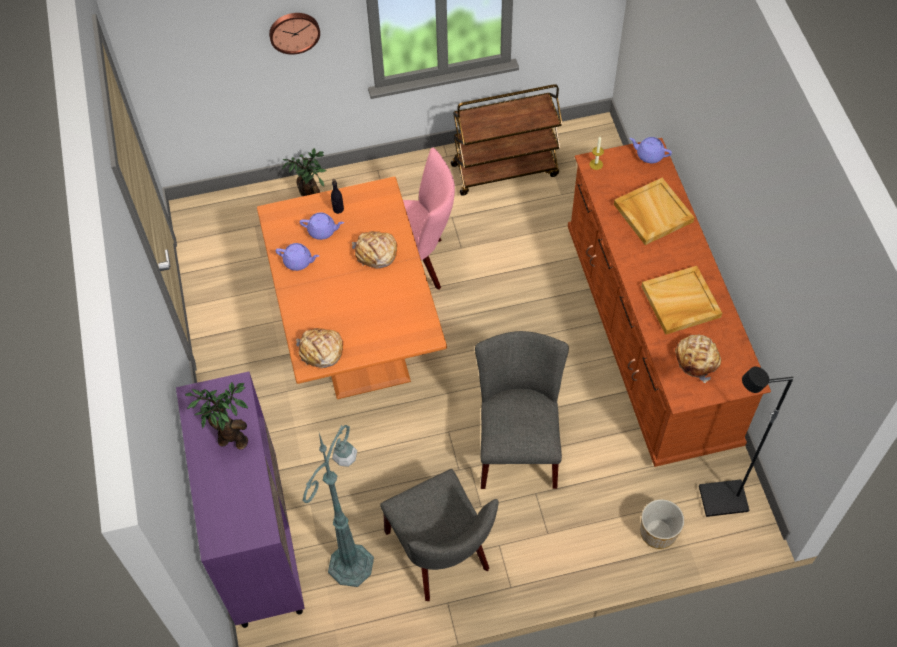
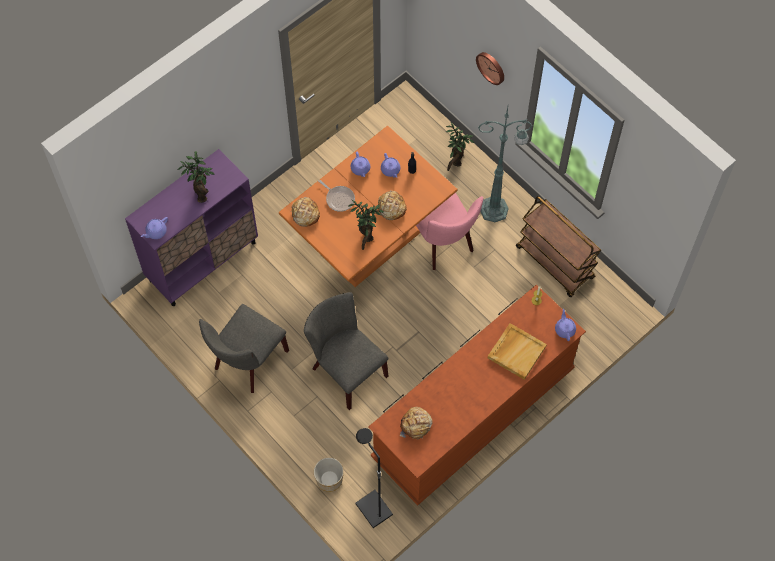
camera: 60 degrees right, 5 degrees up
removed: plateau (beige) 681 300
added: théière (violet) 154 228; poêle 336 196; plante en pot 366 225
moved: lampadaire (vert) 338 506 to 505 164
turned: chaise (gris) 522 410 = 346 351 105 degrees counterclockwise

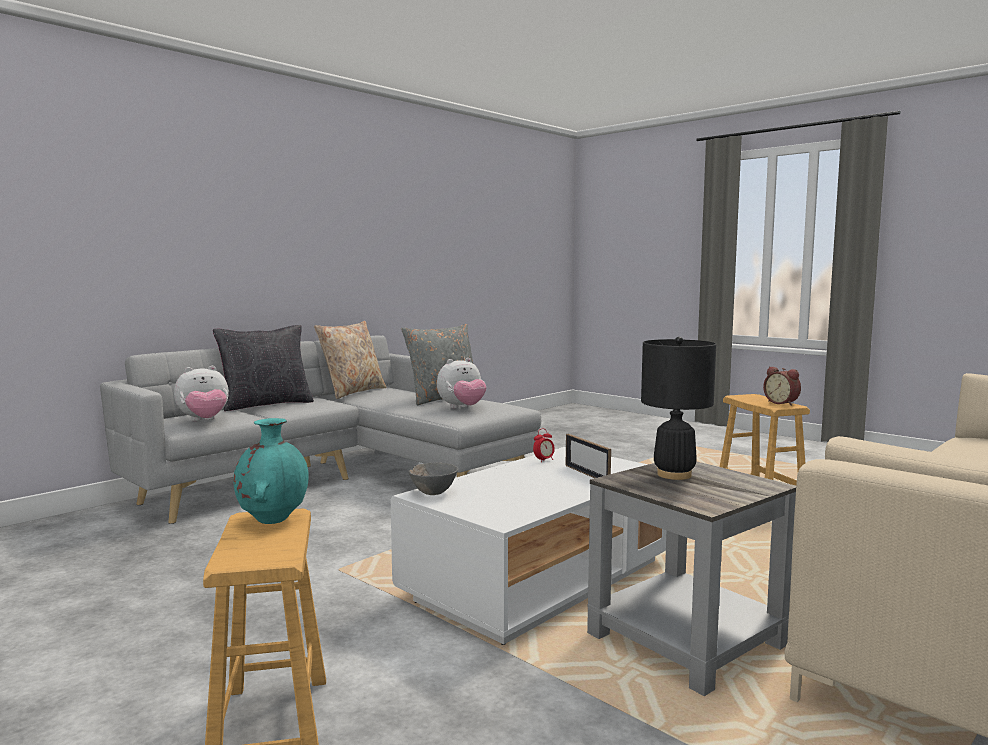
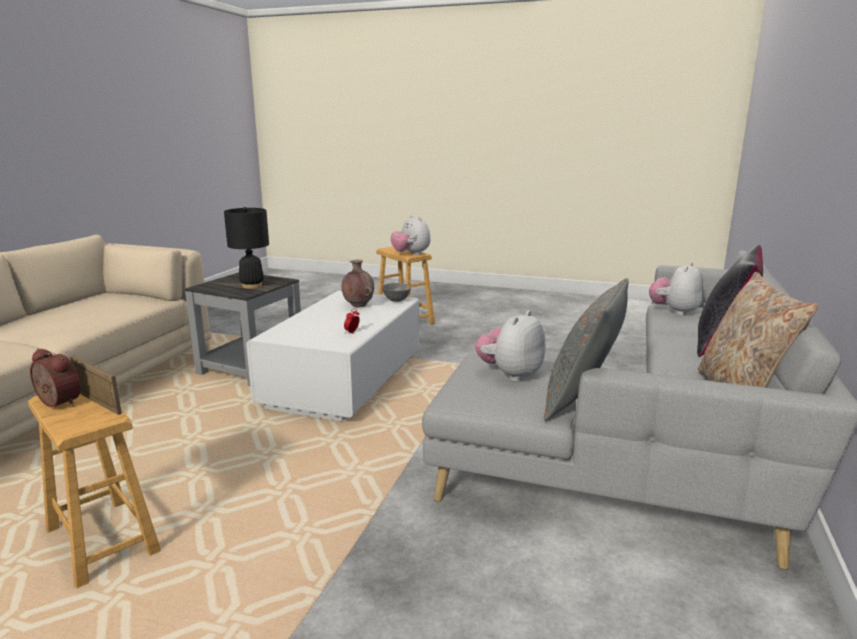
camera: 155 degrees right, 10 degrees up
added: vase (marron) 358 283
moved: cadre photo 588 456 to 96 385
replaced: vase (turquoise) 271 471 to peluche 411 235

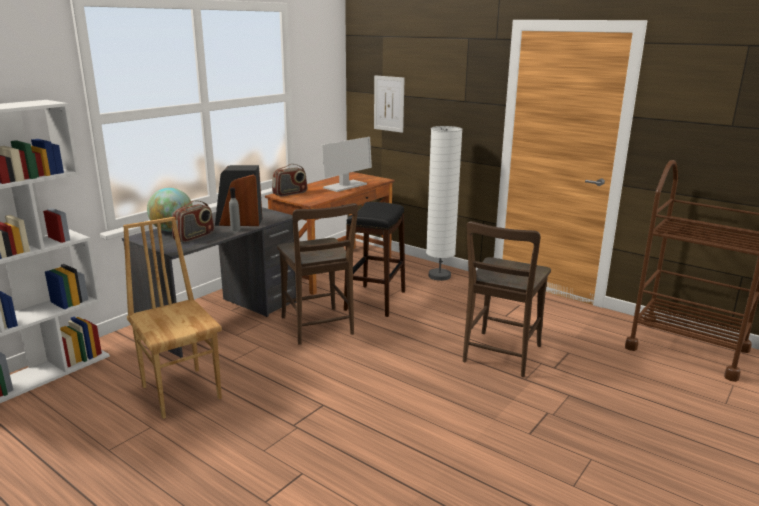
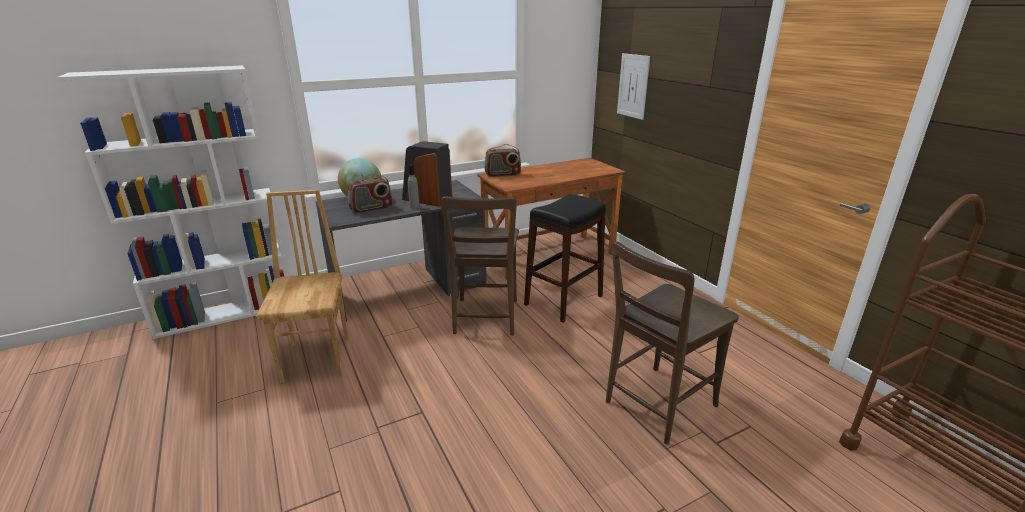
camera: 25 degrees right, 5 degrees up
removed: écran d'ordinateur 346 164; lampadaire (blanc) 444 203

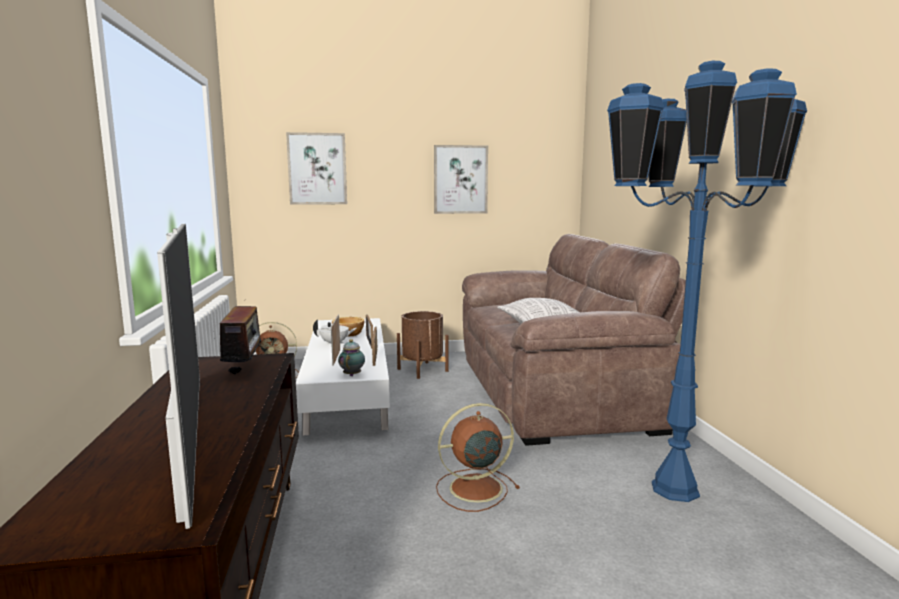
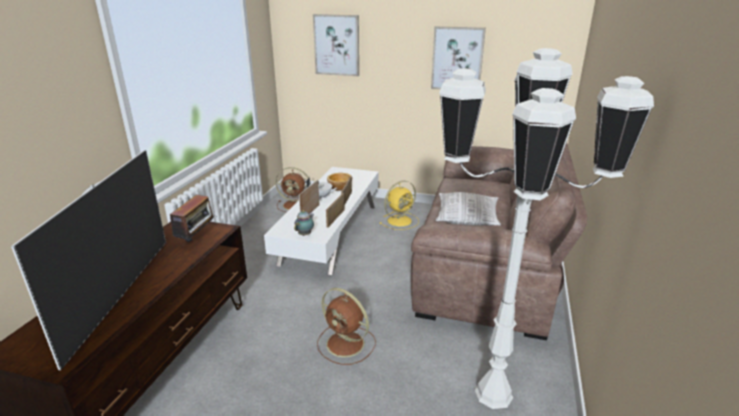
camera: 25 degrees right, 15 degrees up
replaced: cache-pot (marron) 423 345 to ventilateur (jaune) 399 205
recoloured: lampadaire (bleu) 707 281 to lampadaire (blanc) 546 228
turned: ventilateur (marron) 477 457 = 346 326 150 degrees counterclockwise

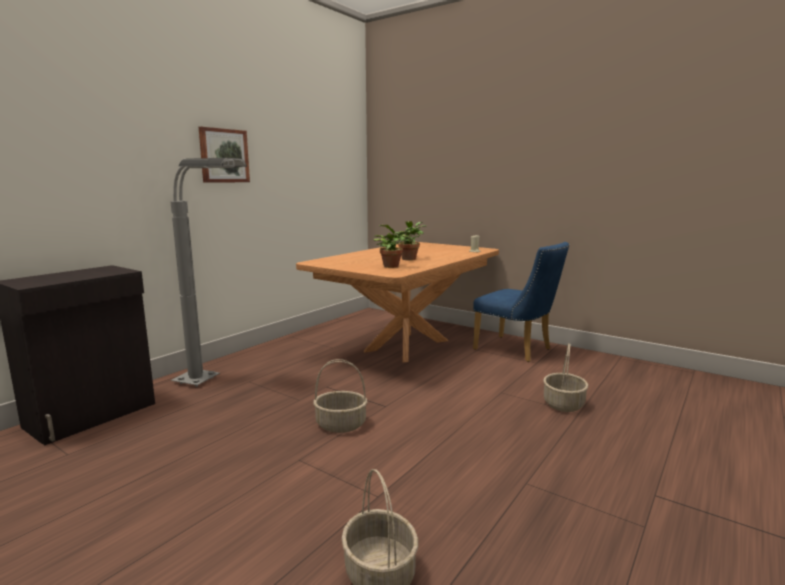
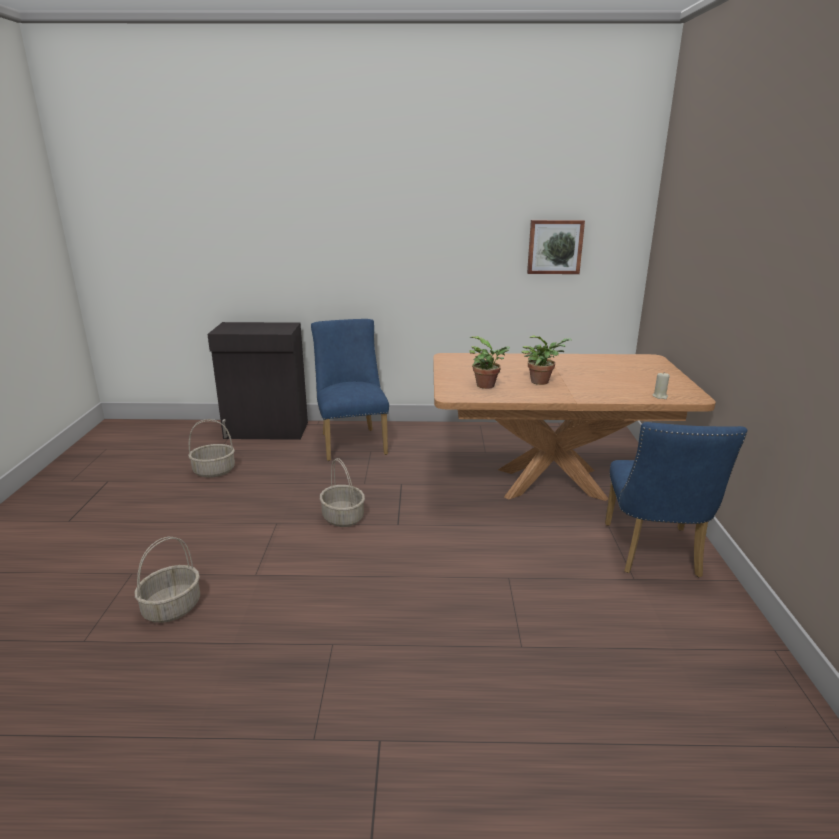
camera: 55 degrees right, 10 degrees up
moved: tableau 224 155 to 556 247; panier 565 377 to 211 448
replaced: lampadaire (gris) 209 272 to chaise (bleu) 350 390

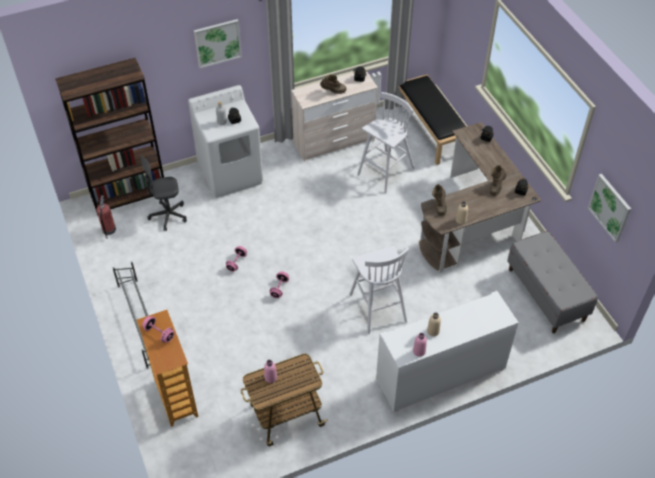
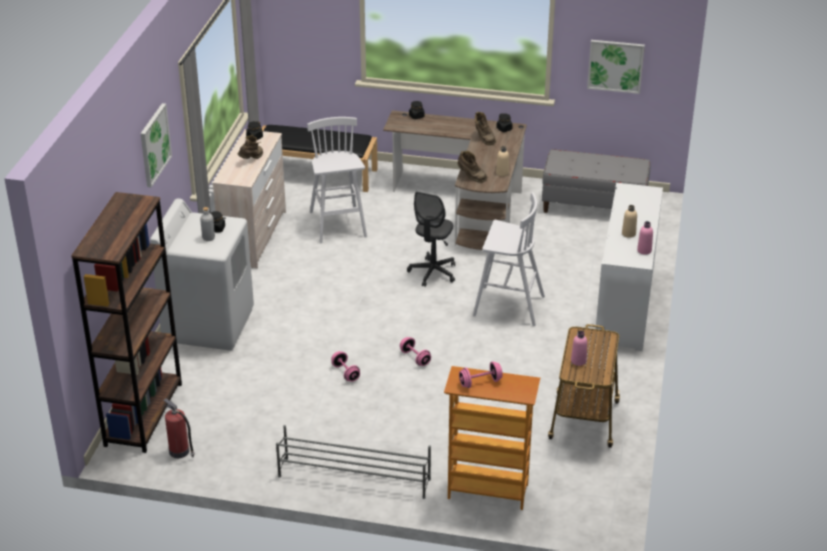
camera: 55 degrees left, 15 degrees down
moved: chaise de bureau (gris) 164 193 to 431 239

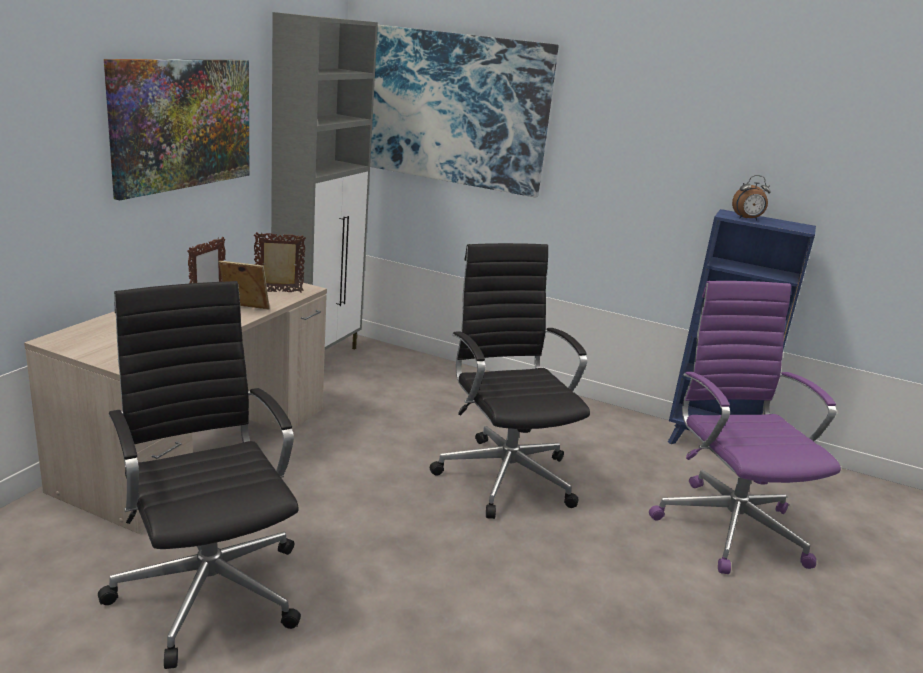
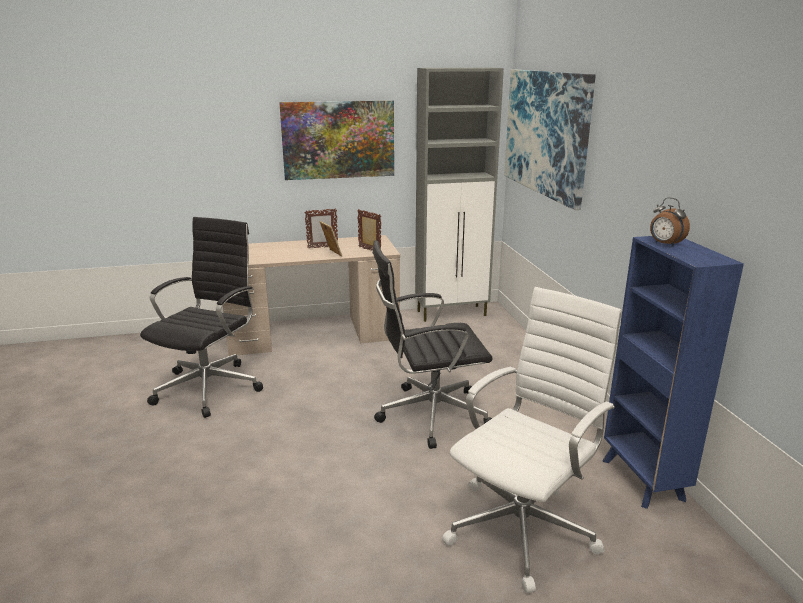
camera: 55 degrees right, 0 degrees up
recoloured: chaise de bureau (violet) 745 427 to chaise de bureau (blanc) 532 440
turned: chaise de bureau (noir) 510 381 = 433 344 135 degrees counterclockwise

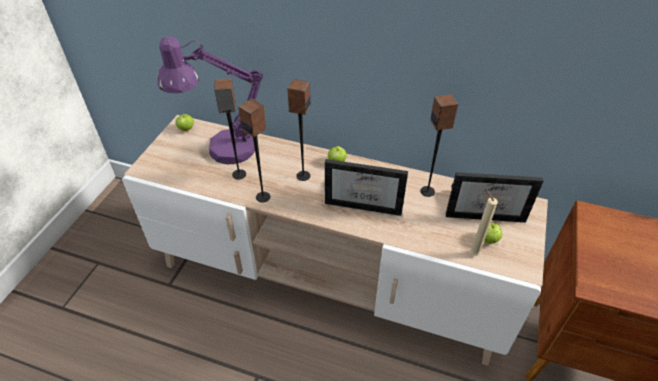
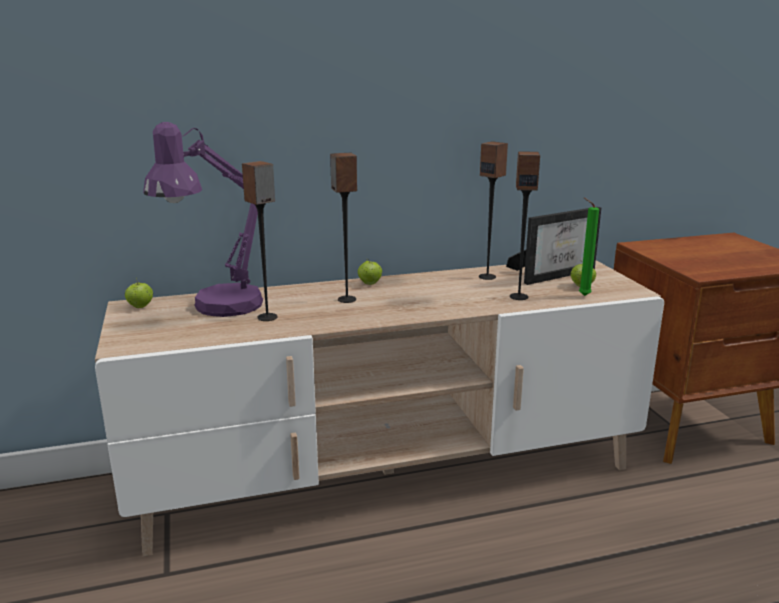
camera: 35 degrees left, 25 degrees down
removed: cadre photo 366 187
moved: enceinte 254 150 to 525 225
recoloured: bougie (beige) 484 222 to bougie (vert) 589 247

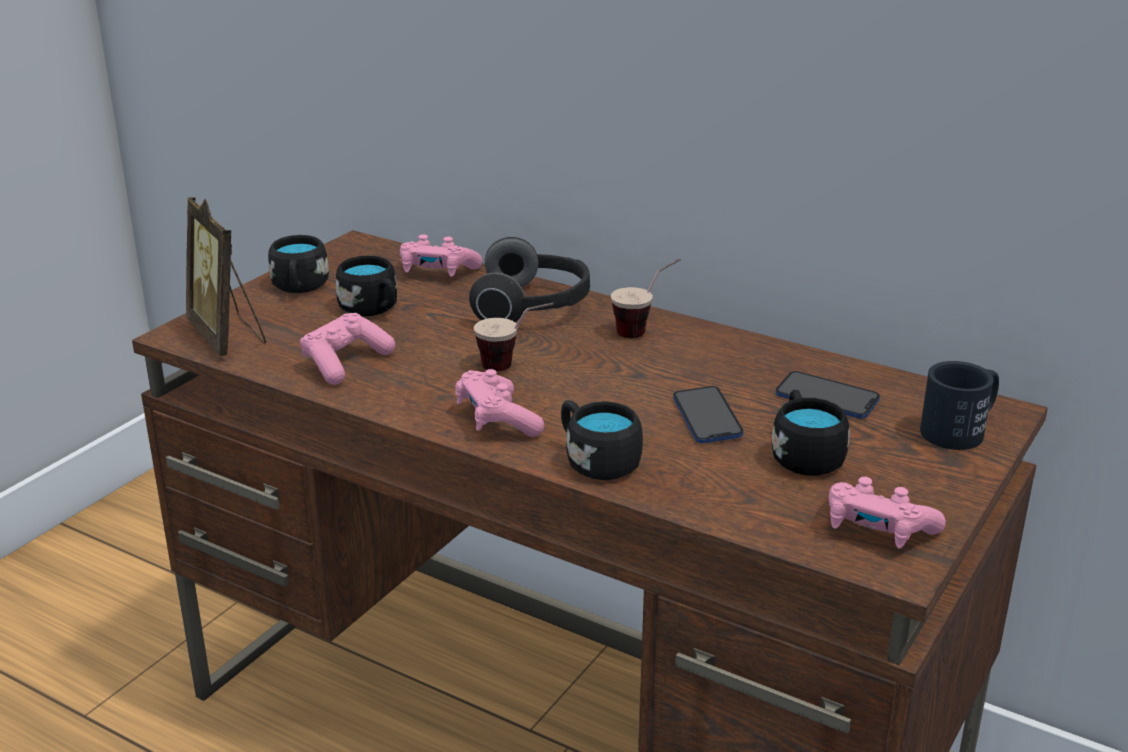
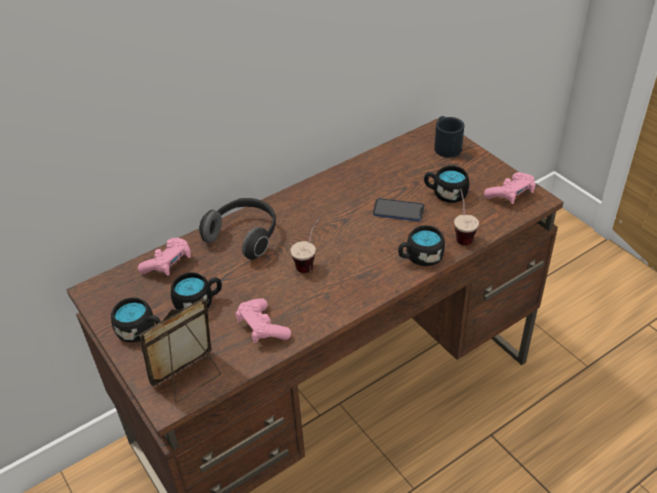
camera: 65 degrees left, 15 degrees up
removed: manette (rose) 499 403; téléphone 828 395
moved: tasse 646 298 to 466 217
turned: cadre photo 226 276 = 180 350 150 degrees clockwise

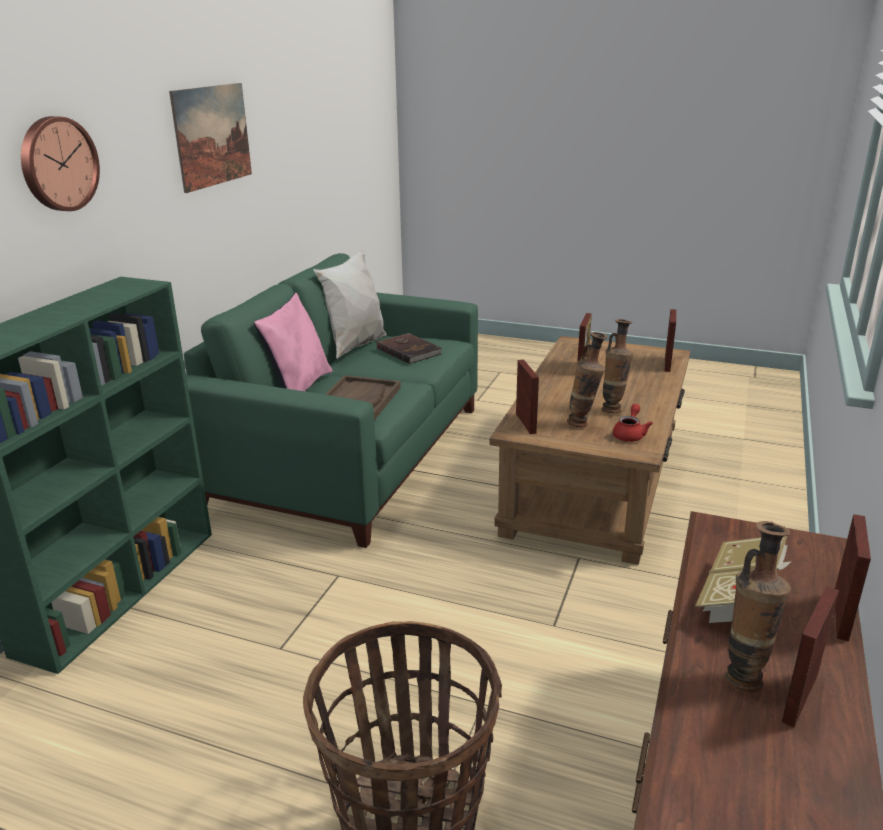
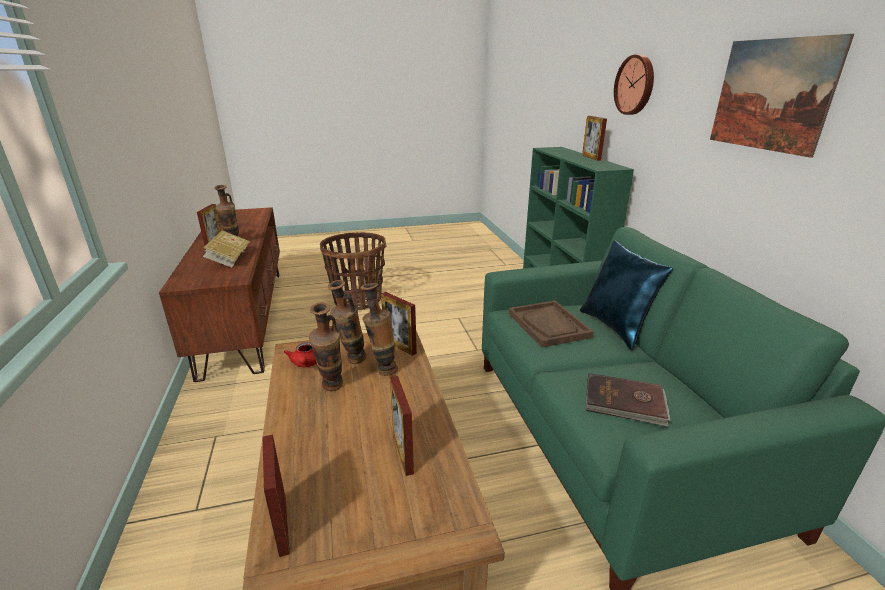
camera: 145 degrees right, 0 degrees up
removed: coussin (blanc) 350 304
added: vase 379 329
moved: cadre photo 853 577 to 594 138
recoloured: coussin (rose) 293 342 to coussin (bleu) 626 295

